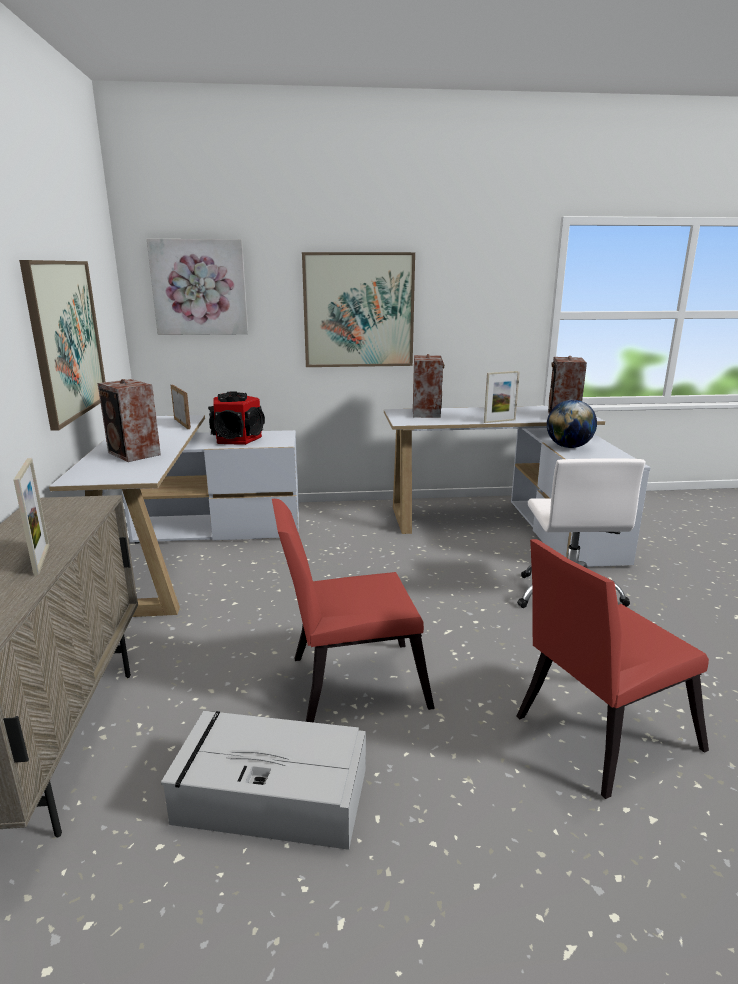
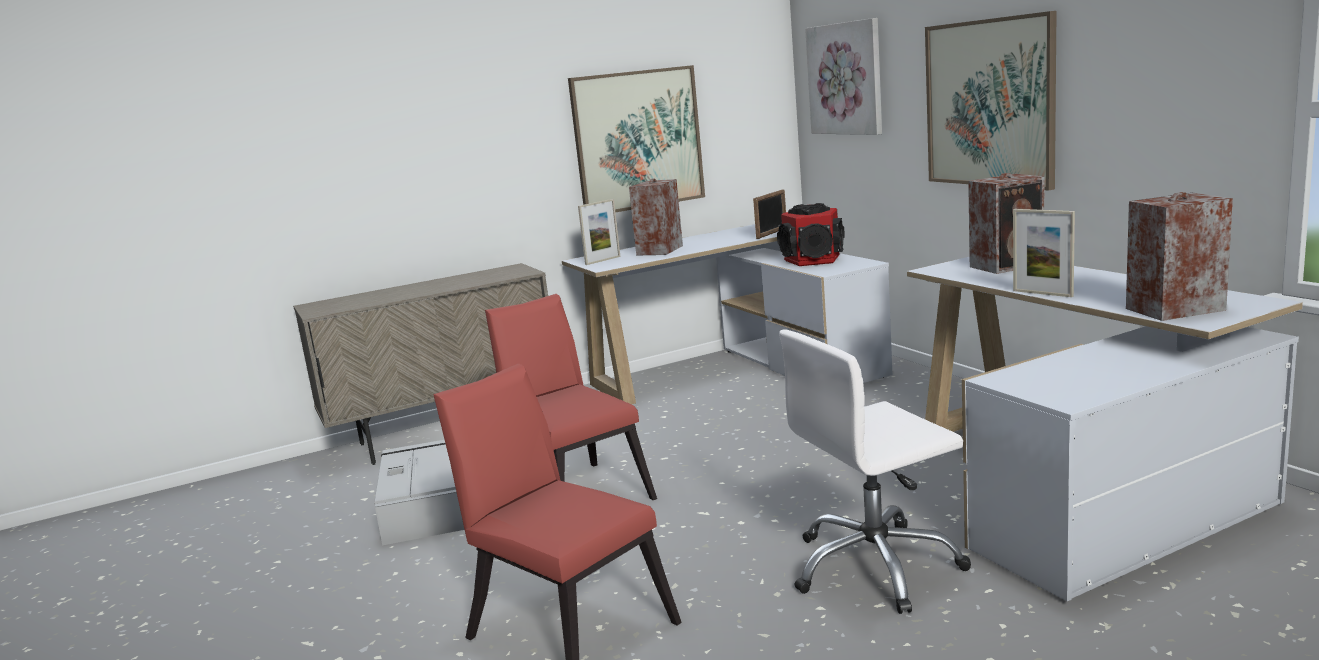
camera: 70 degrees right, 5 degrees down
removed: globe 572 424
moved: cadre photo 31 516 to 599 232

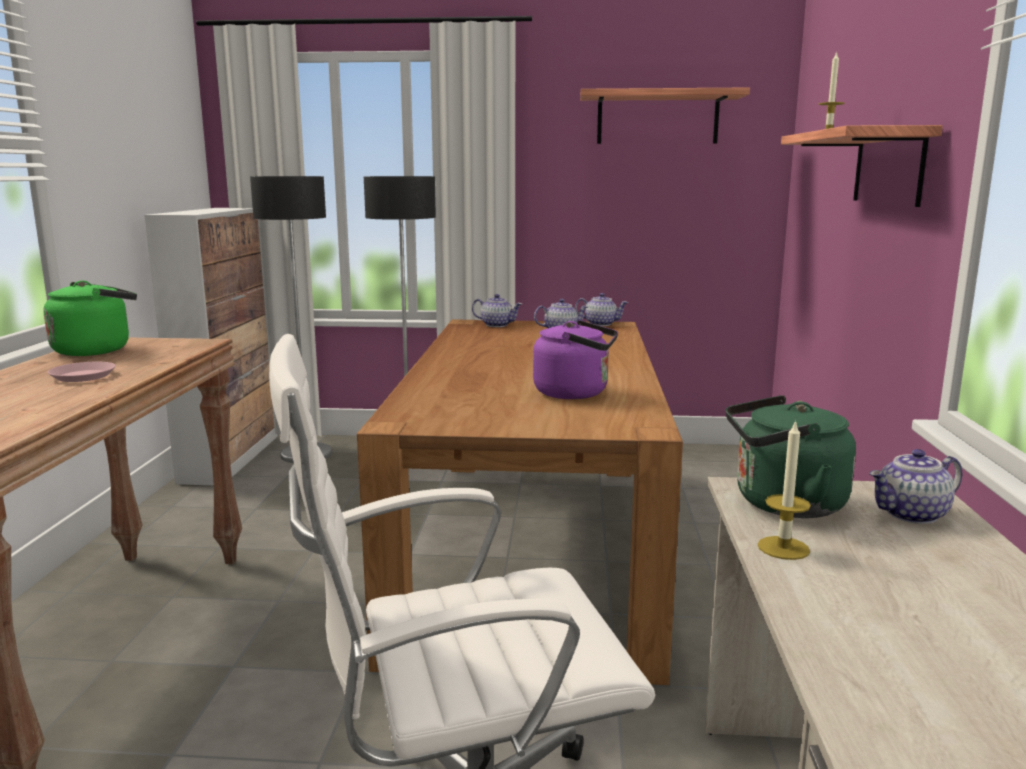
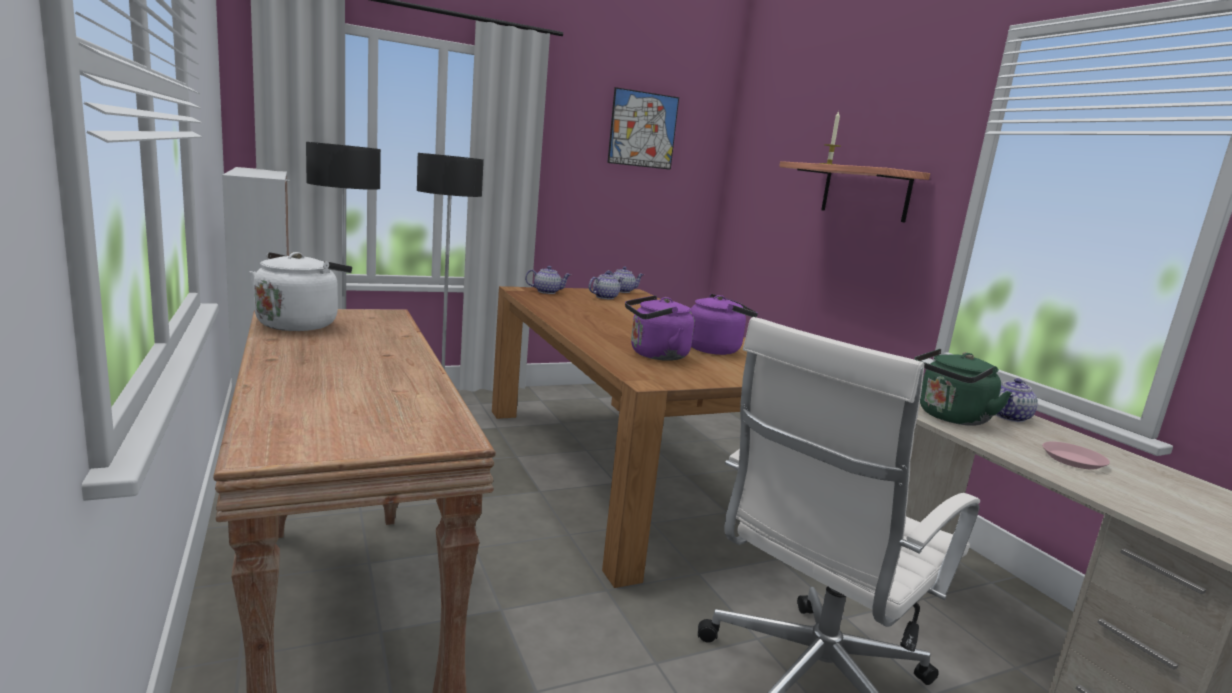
camera: 30 degrees left, 0 degrees up
removed: bougie 784 490
added: bouilloire (violet) 659 328
moved: assiette (rose) 82 372 to 1076 456
replaced: étagère 665 115 to tableau 643 128
recoloured: bouilloire (vert) 90 318 to bouilloire (blanc) 301 291

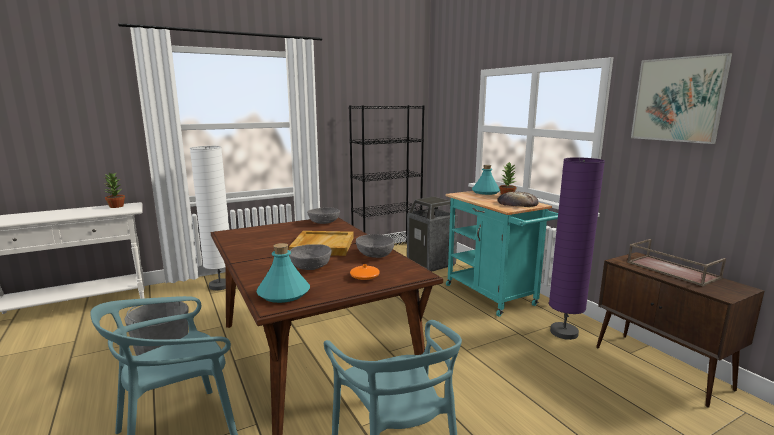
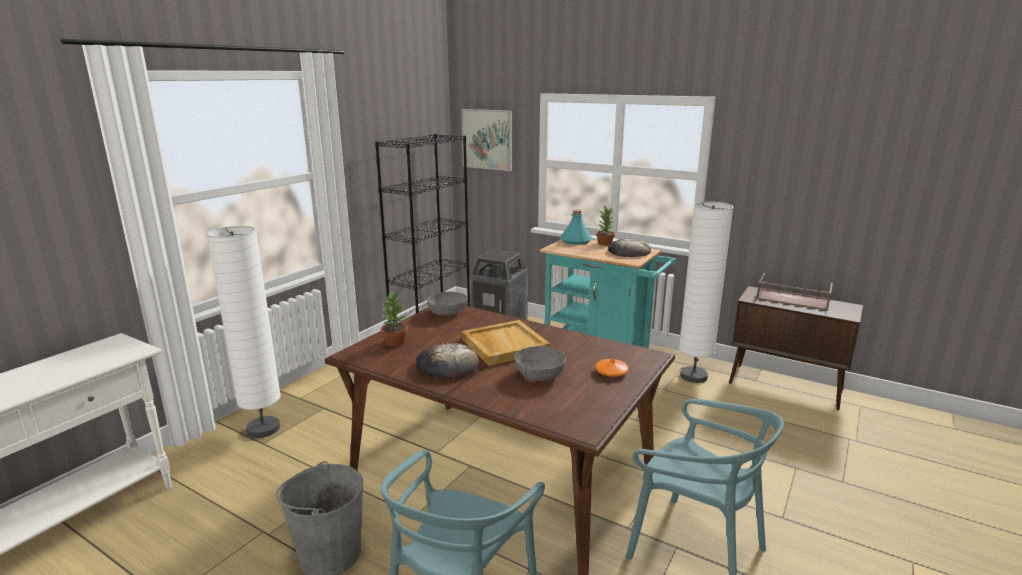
camera: 30 degrees left, 5 degrees up
removed: bouteille (turquoise) 283 273; bol (gris) 375 246
added: pain 447 361
moved: plante en pot 114 190 to 394 318; tableau 681 98 to 486 140
recoloured: lampadaire (violet) 577 248 to lampadaire (blanc) 706 292

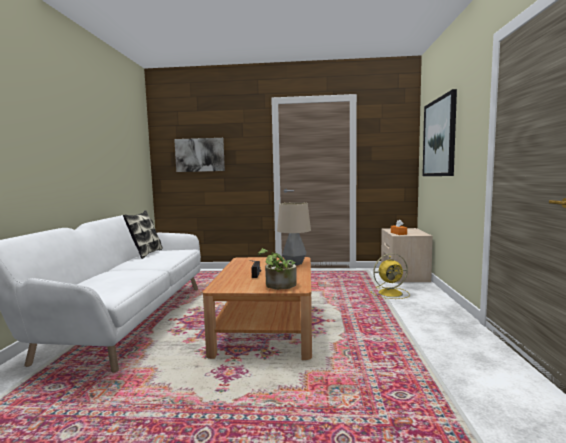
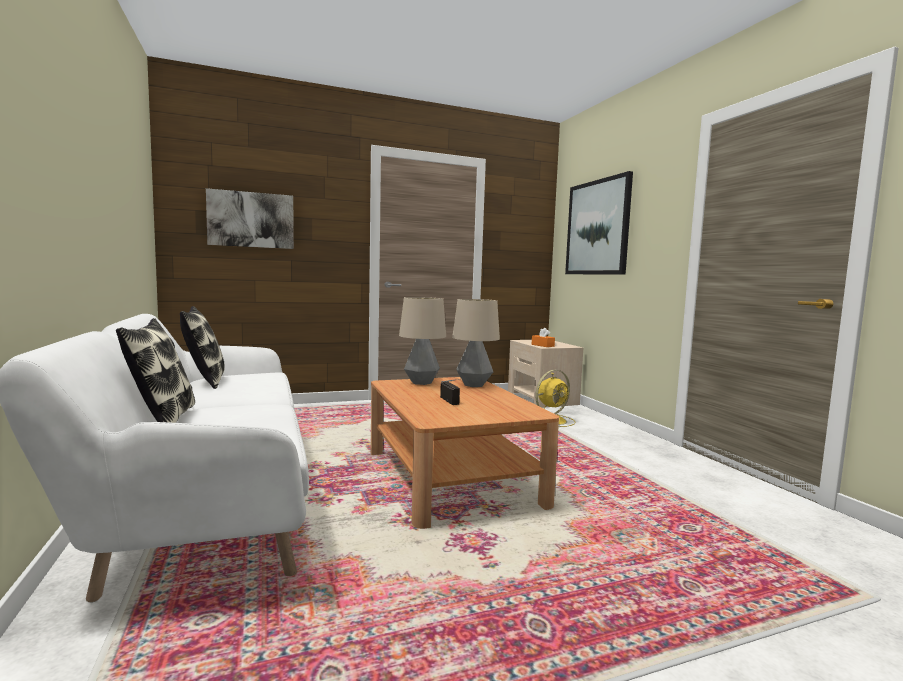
camera: 25 degrees left, 0 degrees up
removed: plante en pot 277 269
added: coussin 155 370; lampe de table 422 341

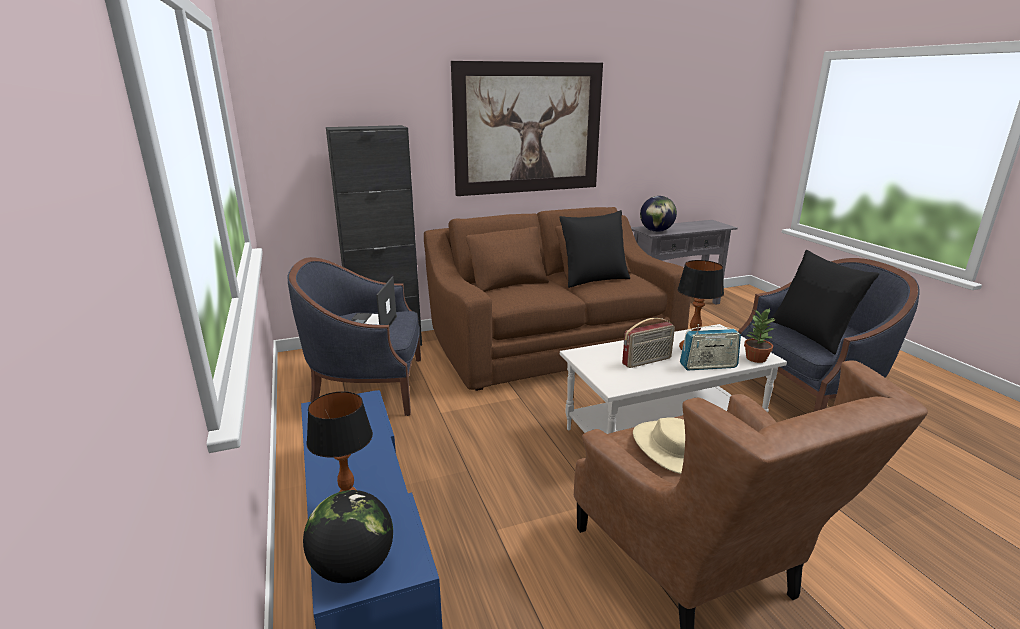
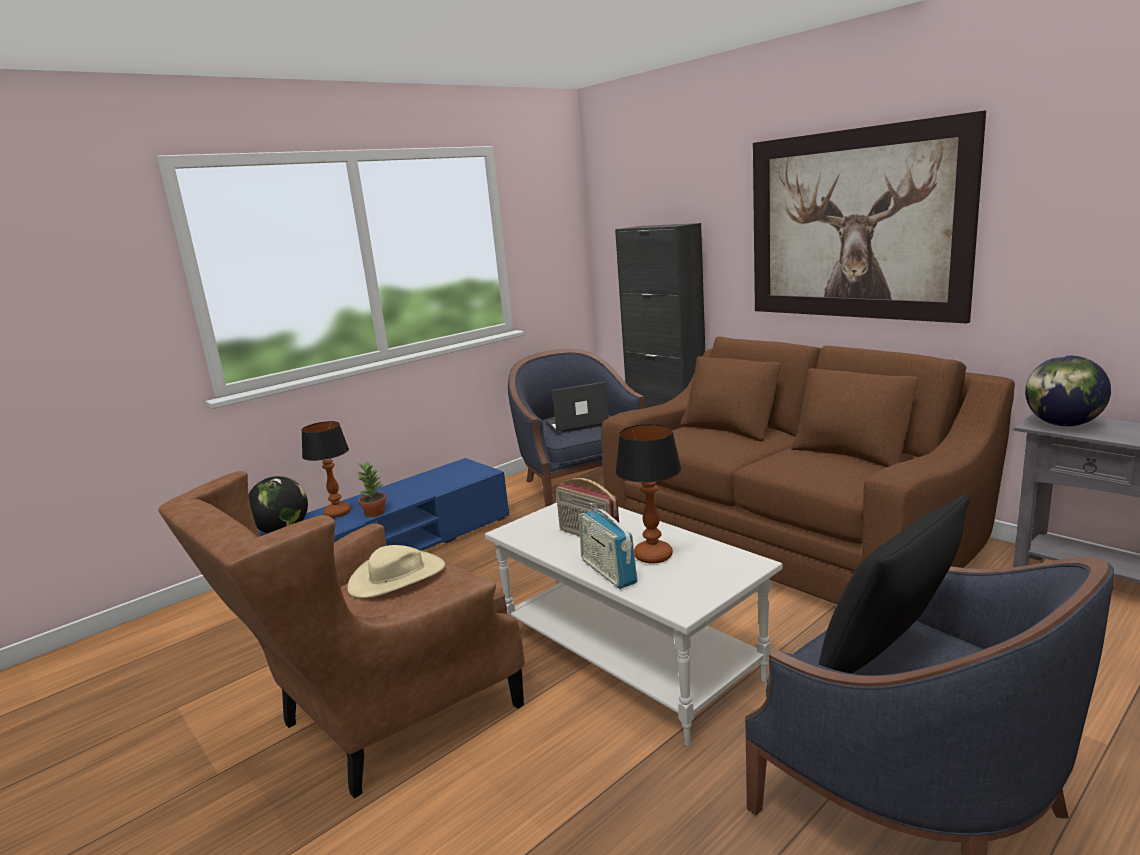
camera: 70 degrees right, 5 degrees down
removed: coussin (noir) 594 249
moved: plante en pot 759 335 to 371 489

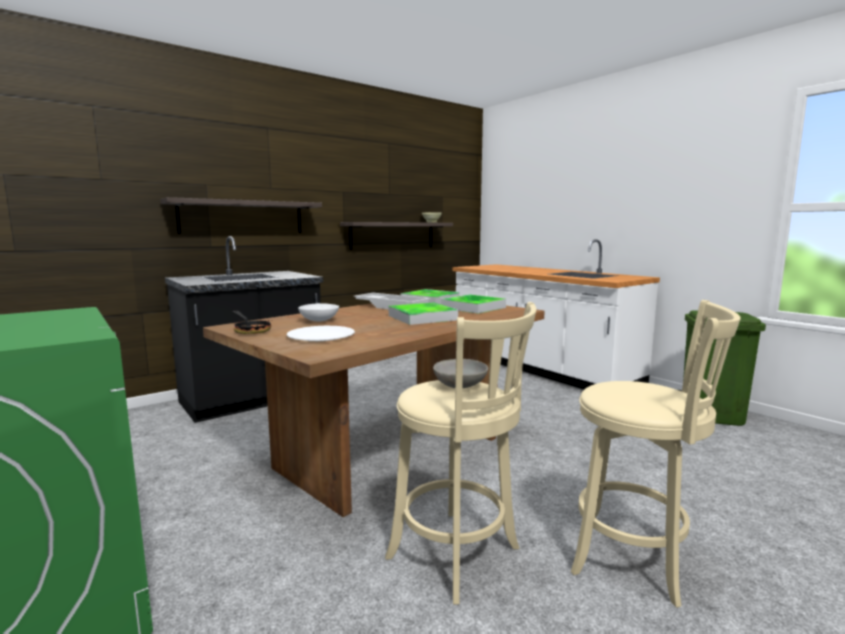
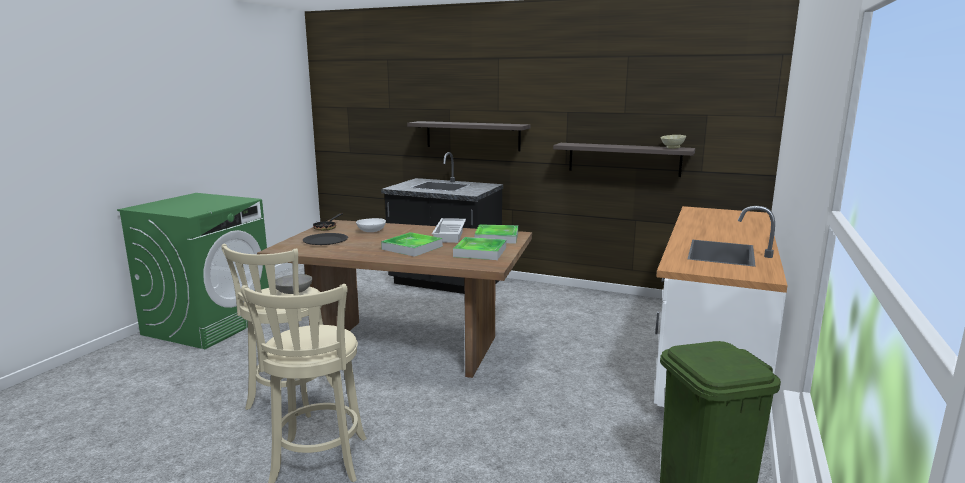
camera: 60 degrees right, 5 degrees up
recoloured: assiette (blanc) 321 333 to assiette (noir) 325 239

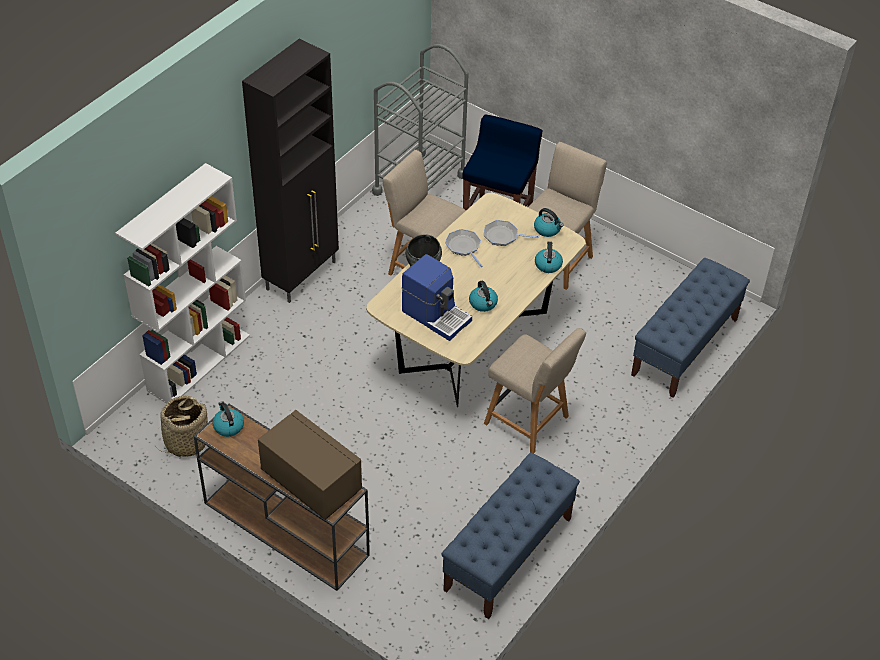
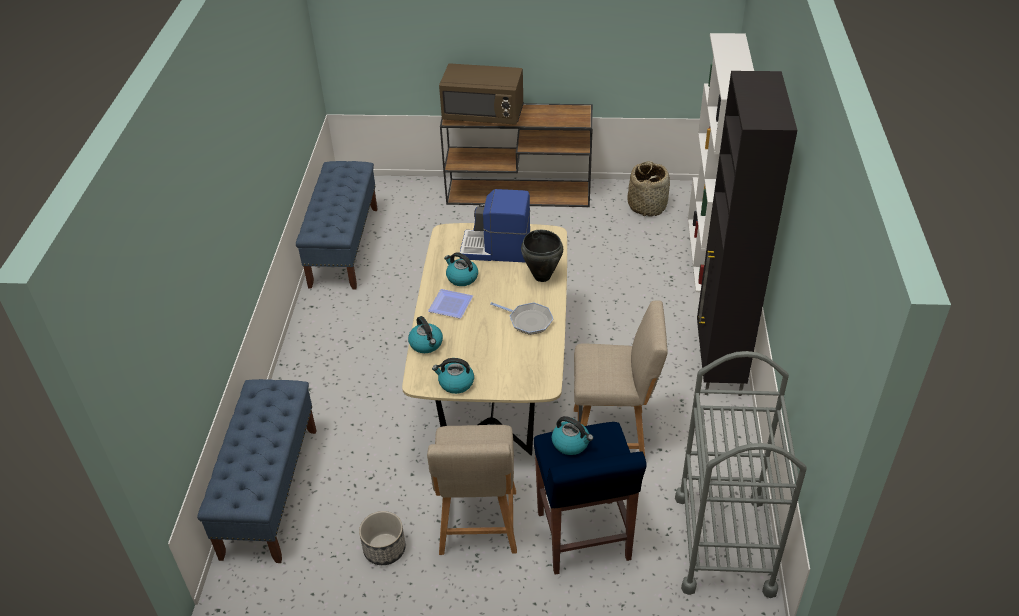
camera: 150 degrees right, 5 degrees down
removed: poêle 511 233; chaise (beige) 535 390
added: cache-pot 382 538; assiette 450 304
moved: bouilloire 228 419 to 572 435

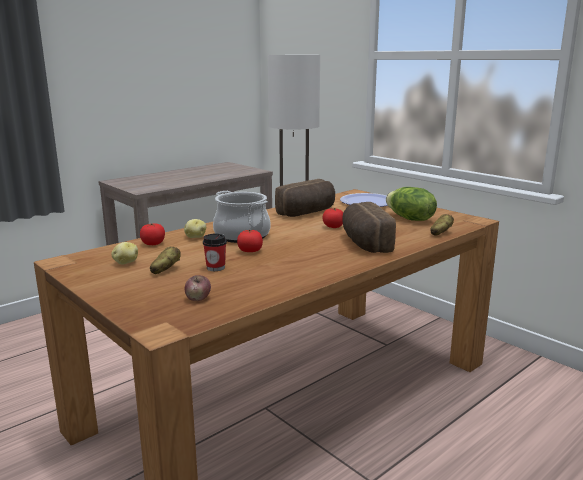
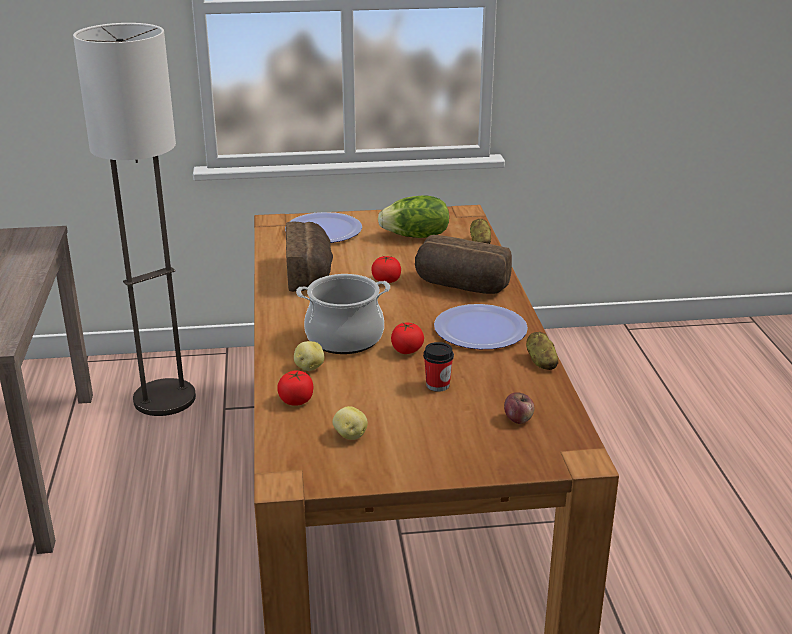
camera: 55 degrees left, 10 degrees up
added: assiette 481 326
moved: pomme de terre 165 260 to 542 351

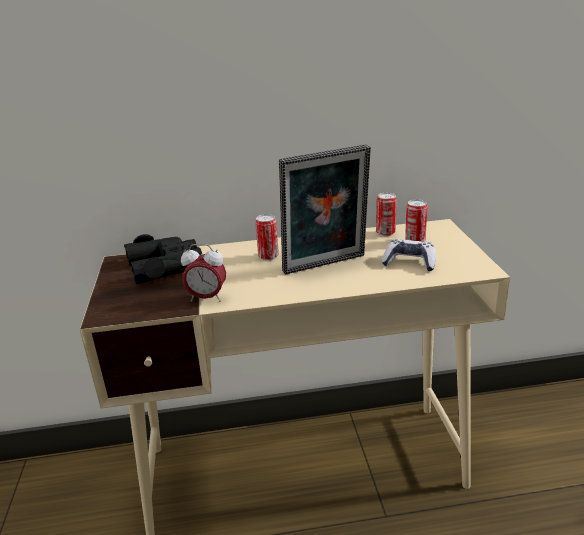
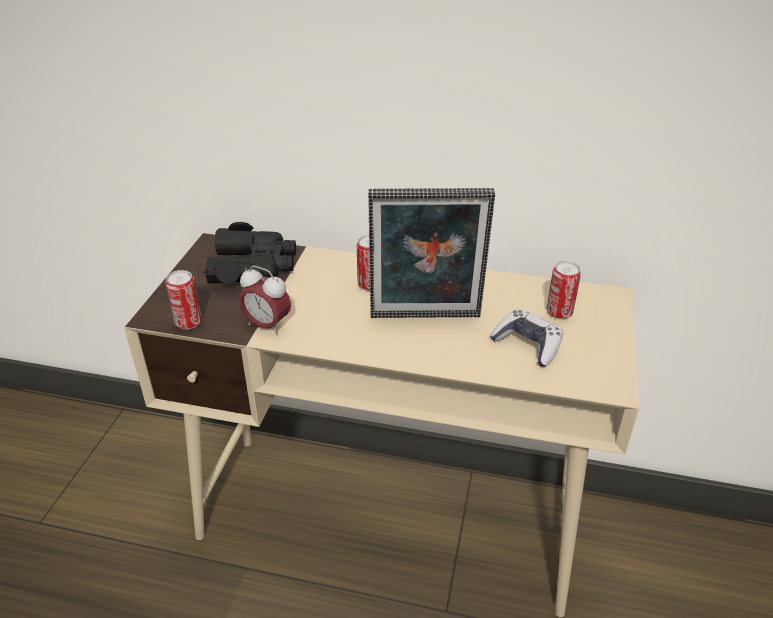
camera: 20 degrees right, 10 degrees up
moved: boîte métallique 386 214 to 183 300

